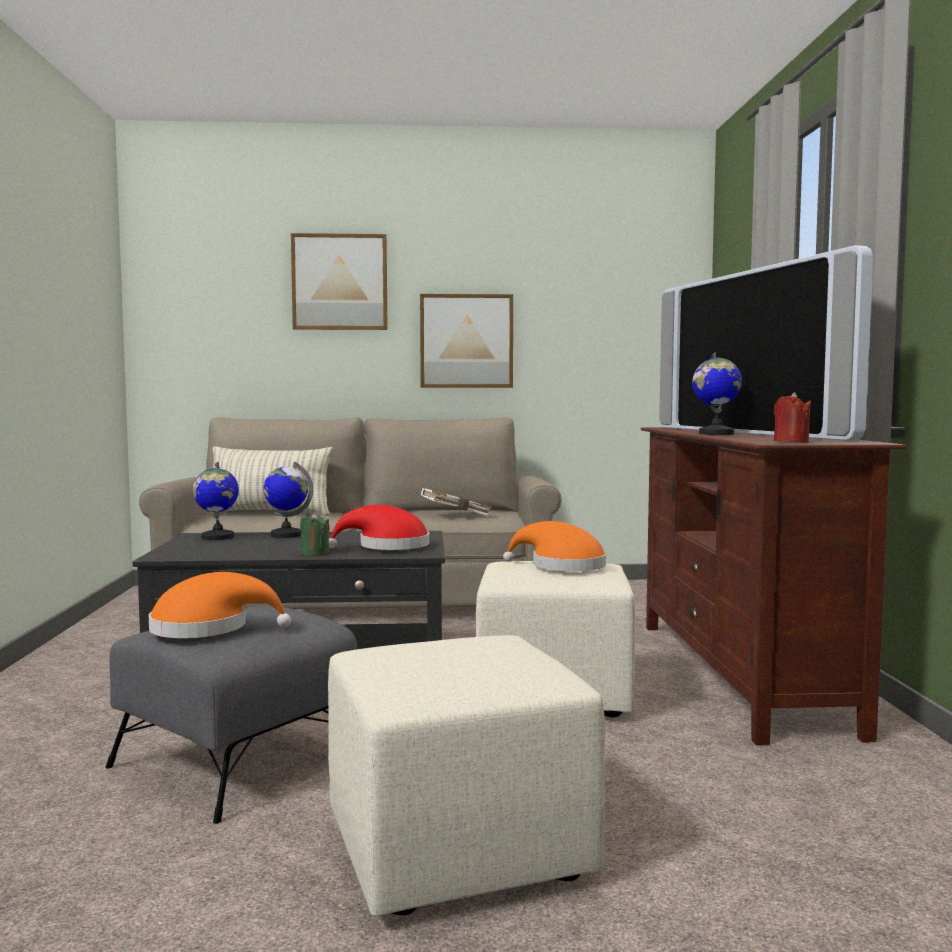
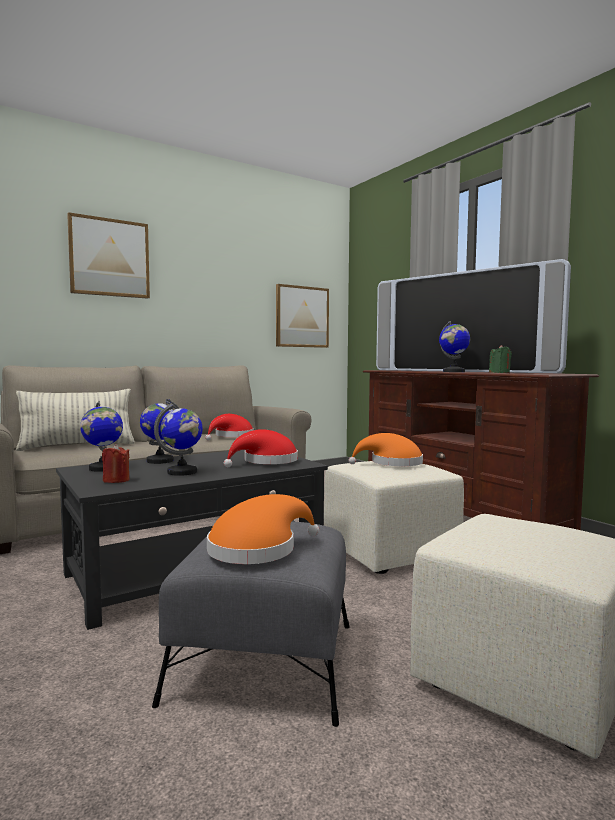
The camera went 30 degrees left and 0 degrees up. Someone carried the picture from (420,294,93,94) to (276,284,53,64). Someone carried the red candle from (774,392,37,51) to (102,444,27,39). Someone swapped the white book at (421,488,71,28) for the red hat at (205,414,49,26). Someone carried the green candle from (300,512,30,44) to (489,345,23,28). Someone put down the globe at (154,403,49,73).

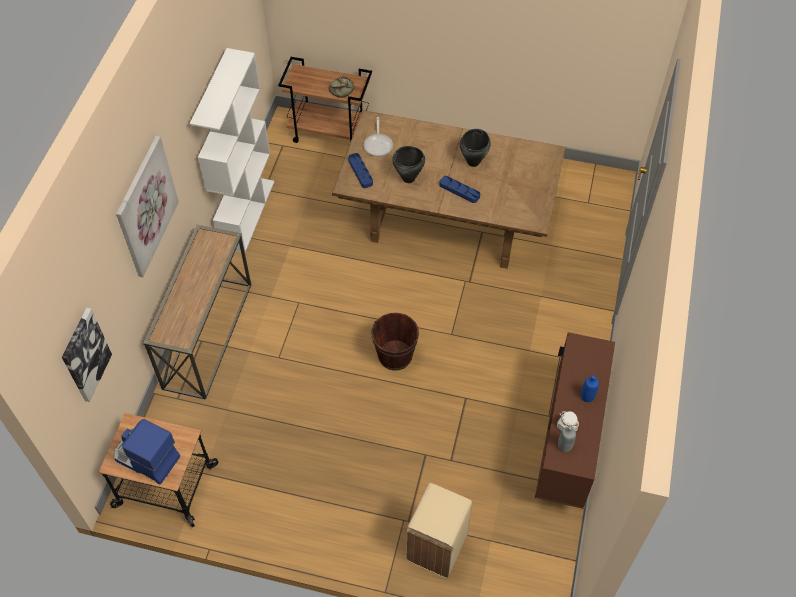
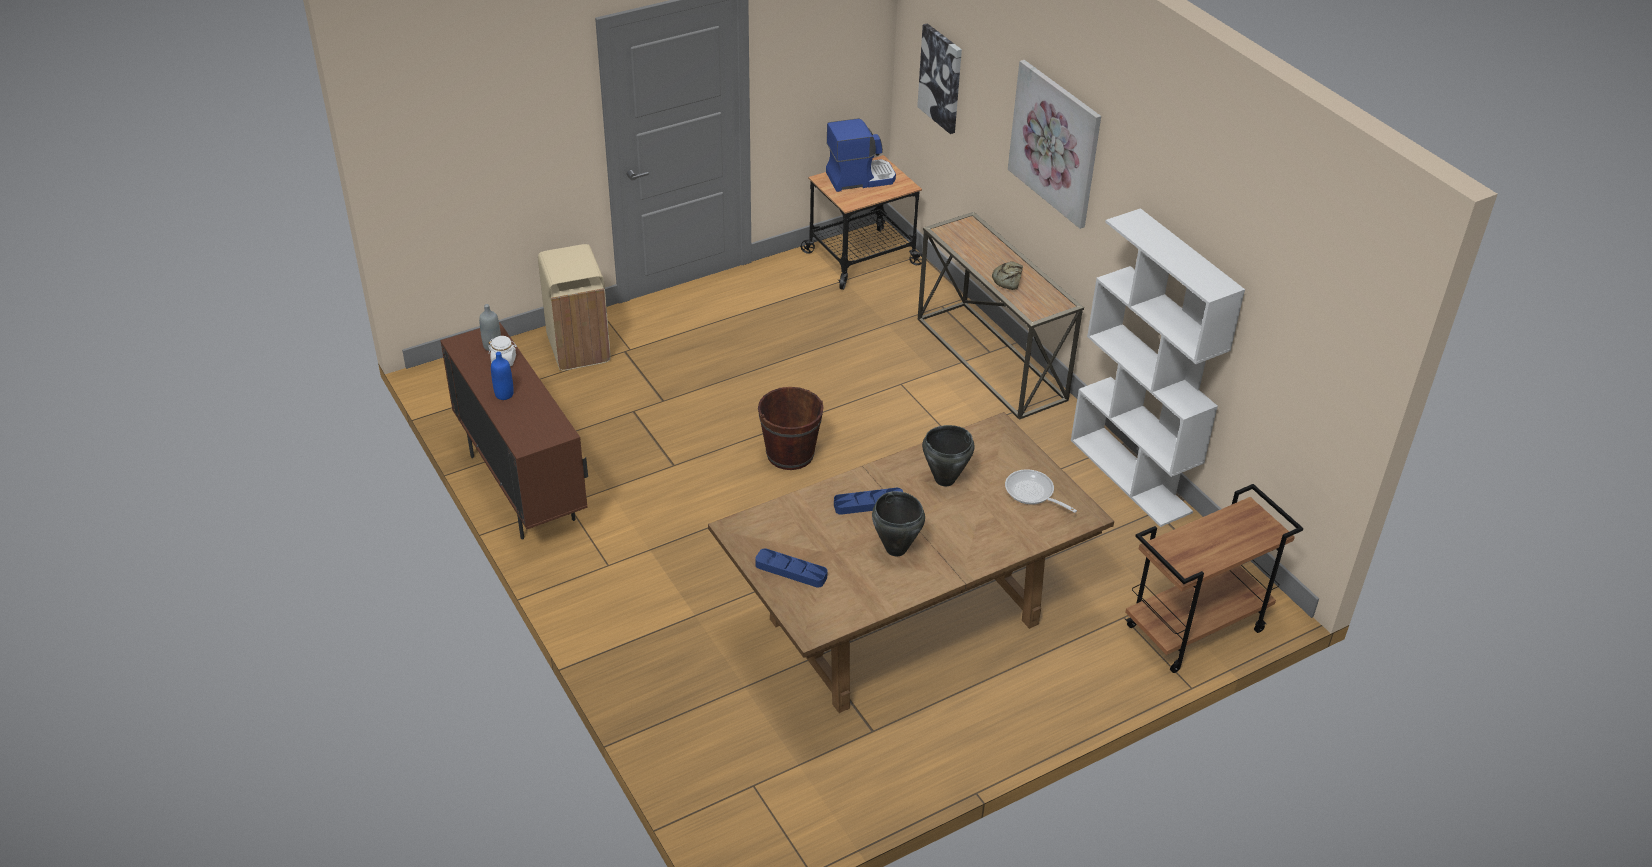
The camera went 135 degrees right and 15 degrees down. Someone carried the bread from (328,77,26,21) to (992,261,31,29). Someone carried the blue tray from (348,153,25,35) to (755,548,72,40).

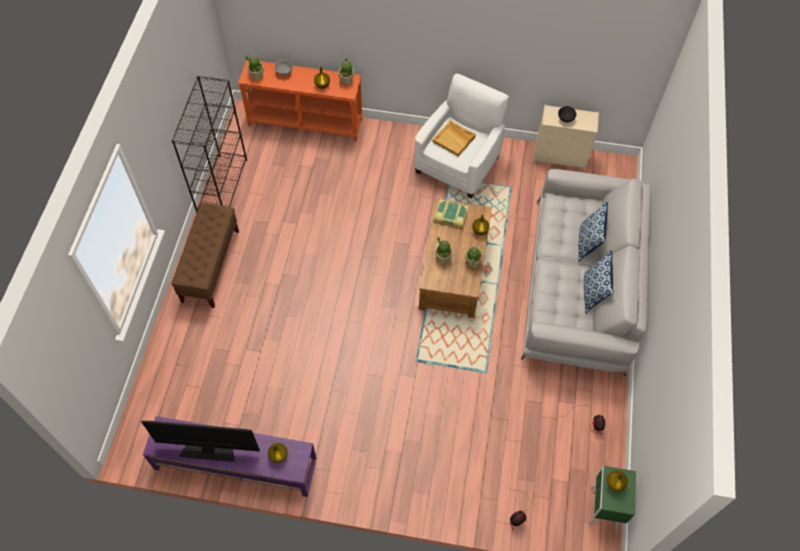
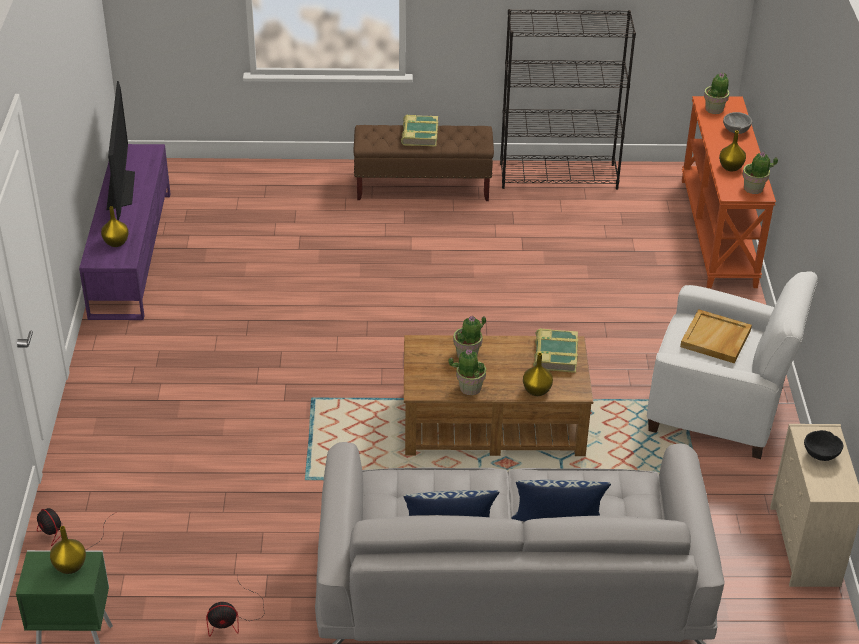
The camera went 80 degrees right and 20 degrees down. Someone put down the book at (401,115,37,32).

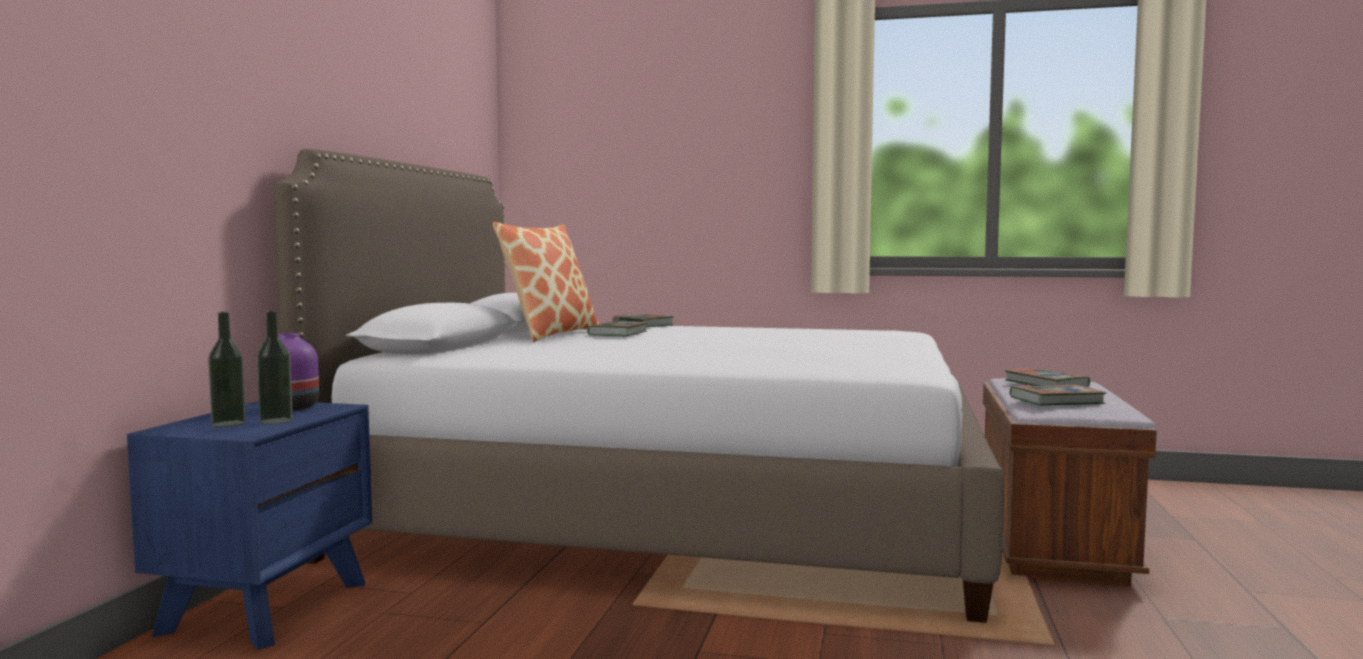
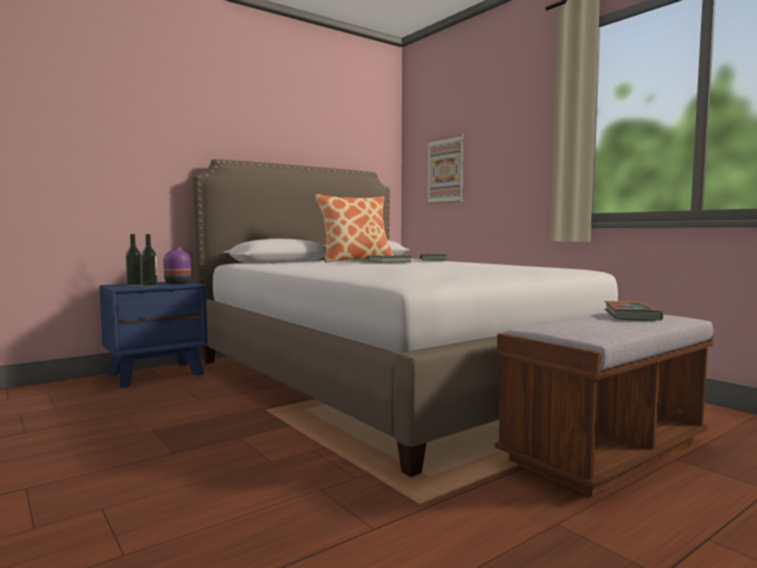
The camera went 40 degrees right and 0 degrees up. Someone took away the book at (1010,385,96,21). Someone put up the picture at (427,134,37,70).

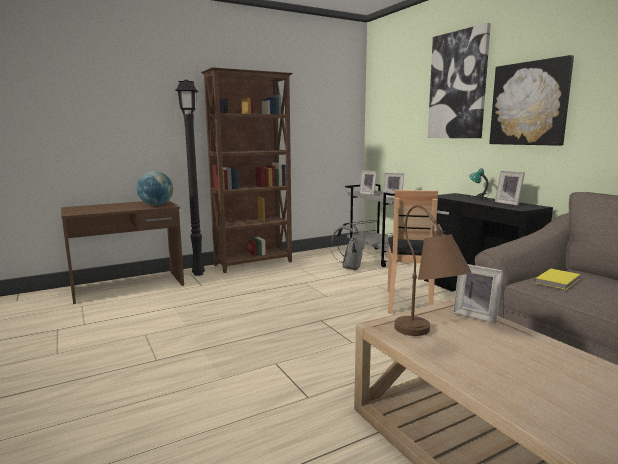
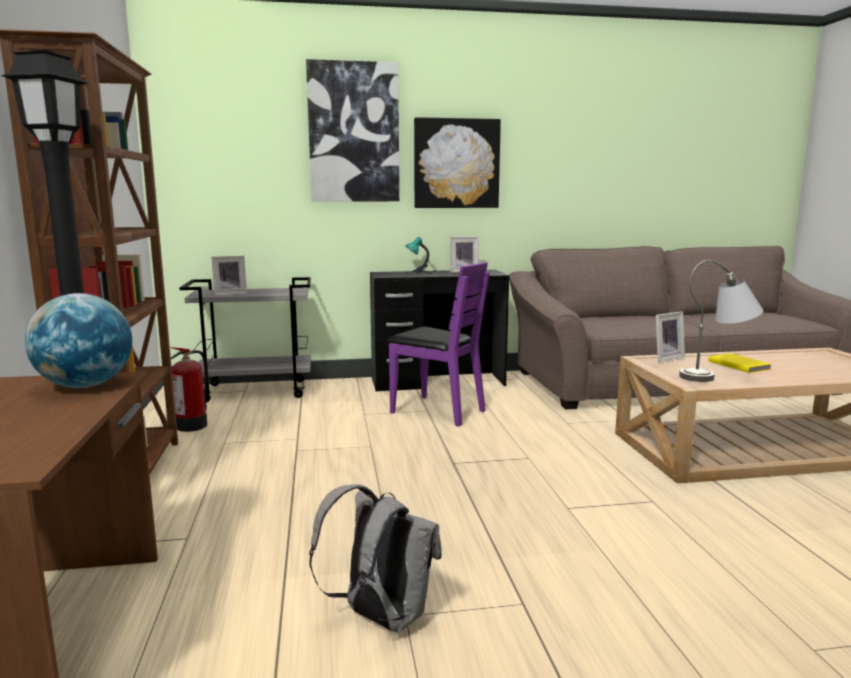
The camera went 70 degrees left and 0 degrees up. Someone took away the picture frame at (383,172,21,26). Someone repainted the brown chair at (388,190,50,123), which became the purple chair at (387,262,103,165). Someone repainted the brown table lamp at (395,205,77,131), which became the grey table lamp at (679,260,84,122). Someone carried the grey backpack from (330,223,35,47) to (309,484,133,148). Someone carried the yellow book from (534,269,47,21) to (708,353,63,20). Someone put down the fire extinguisher at (170,347,37,85).

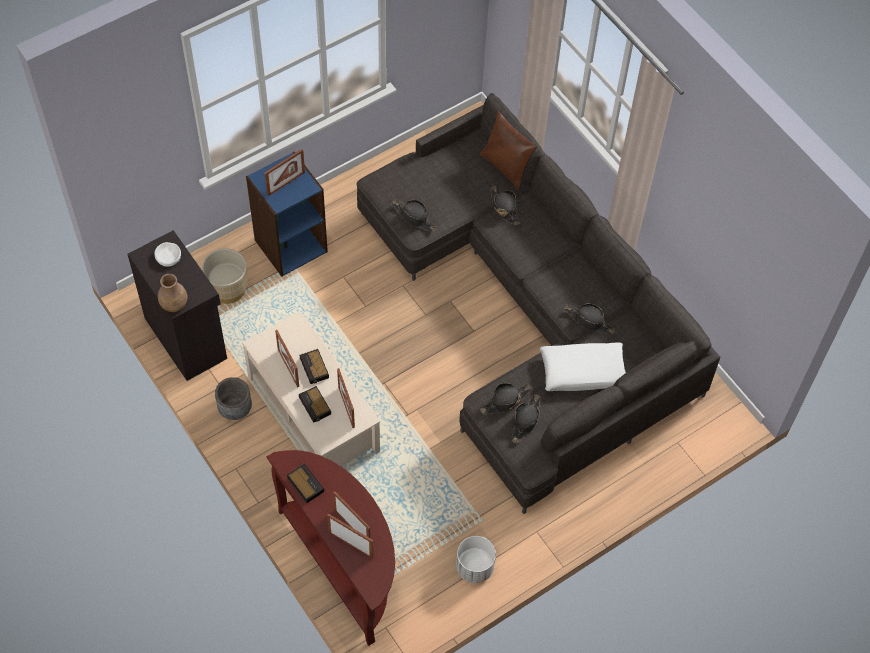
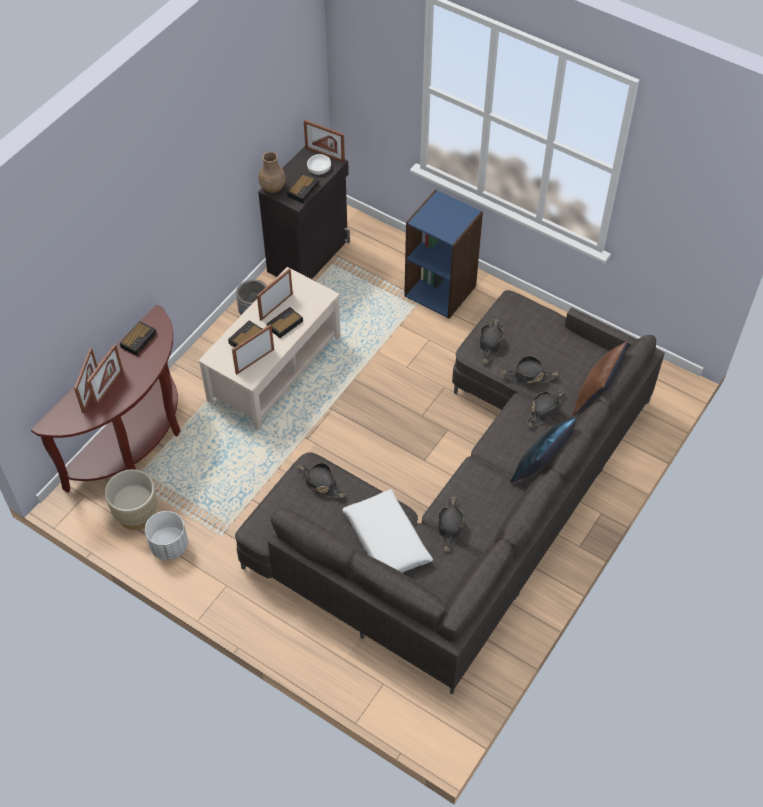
The camera went 70 degrees right and 5 degrees down. Someone carried the picture frame from (265,149,40,47) to (304,120,41,43). Someone carried the beige planter from (202,248,46,56) to (105,469,52,61). Someone carried the black hat from (512,394,29,49) to (501,356,57,28). Someone put down the alarm clock at (287,173,32,30). Someone put down the blue pillow at (510,418,67,65).

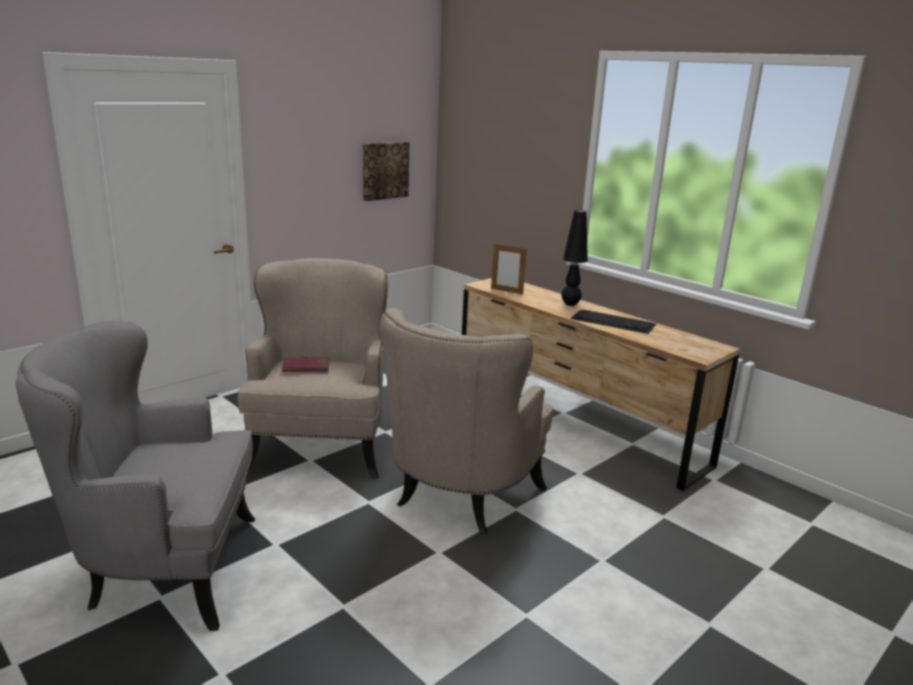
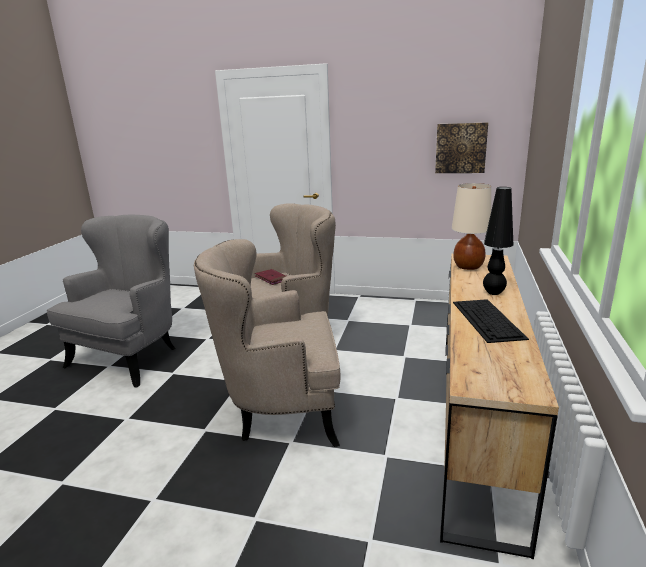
The camera went 60 degrees right and 0 degrees up. Someone swapped the picture frame at (491,244,36,51) for the beige table lamp at (452,183,39,87). Someone rotated the grey armchair at (16,321,239,310) by 60 degrees clockwise.

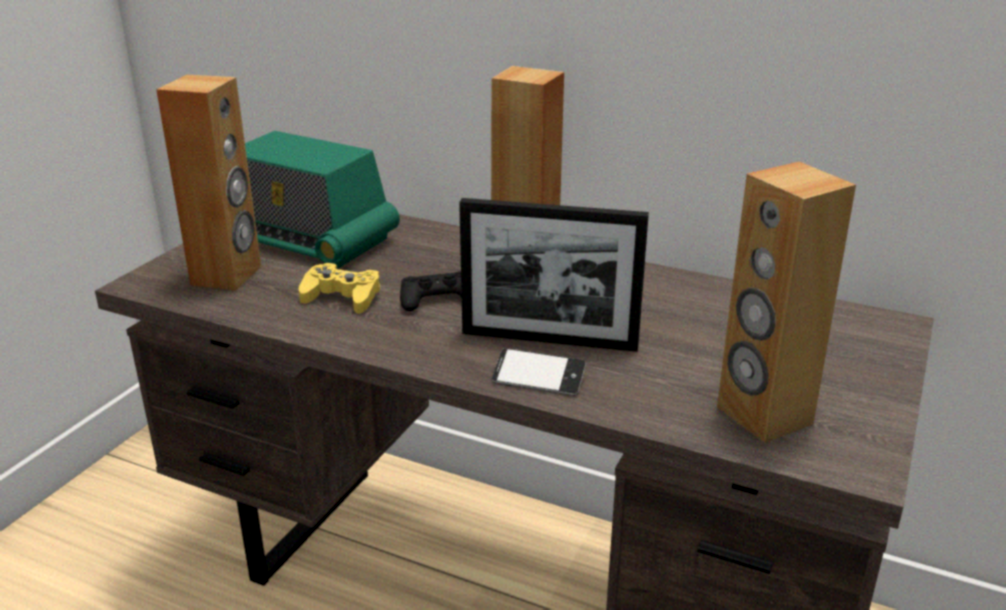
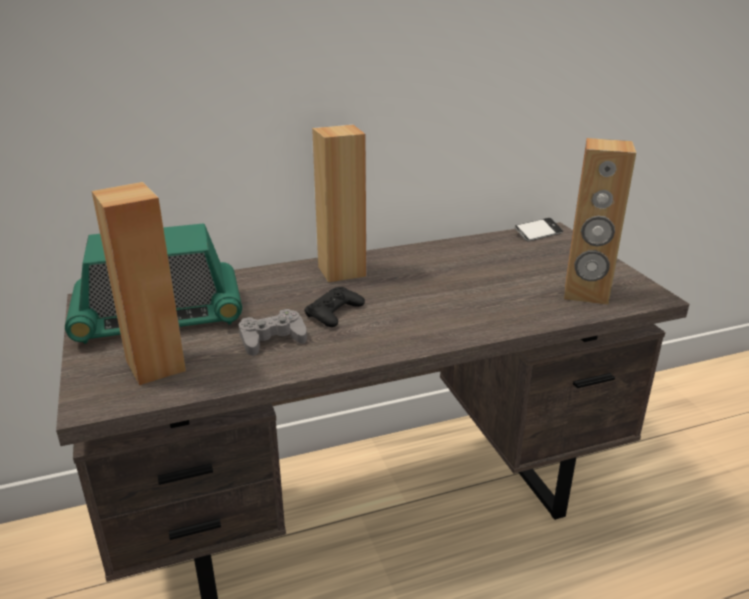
The camera went 45 degrees left and 0 degrees up. Someone took away the picture frame at (459,198,190,154). Someone repainted the yellow game controller at (299,263,81,51), which became the grey game controller at (239,309,68,47). Someone carried the phone from (492,348,94,48) to (514,218,49,23).

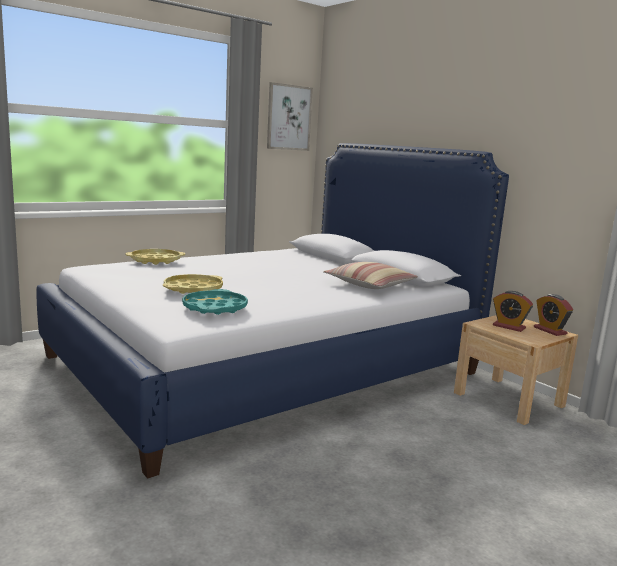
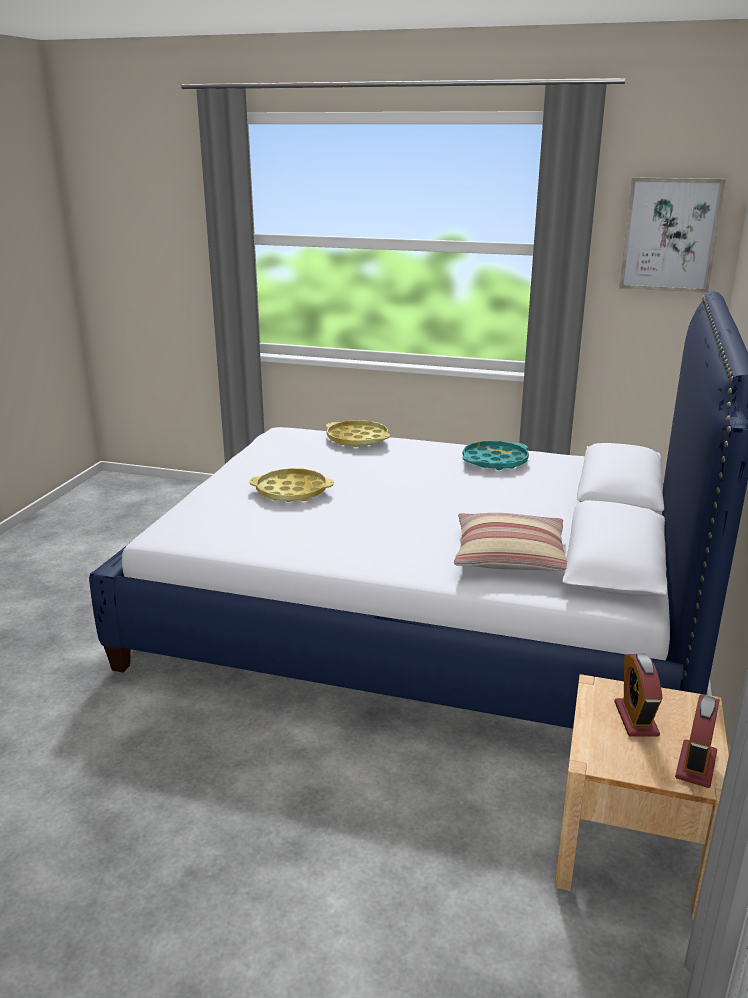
The camera went 55 degrees right and 10 degrees up. Someone carried the turquoise tray from (182,289,66,26) to (462,441,67,29).

